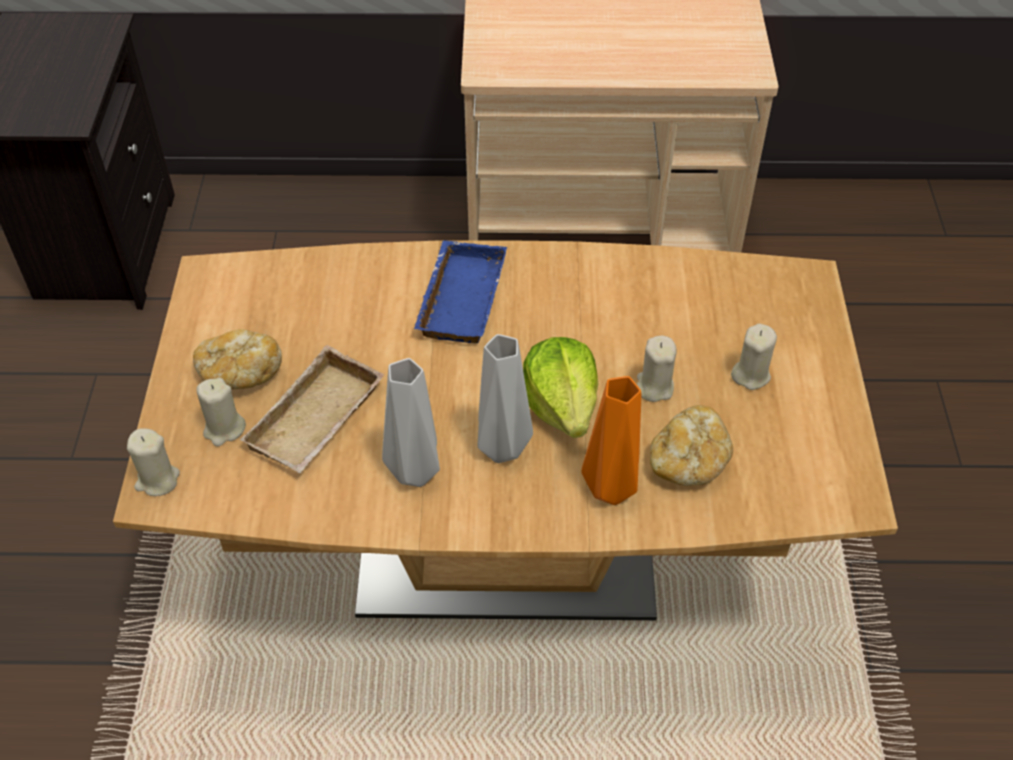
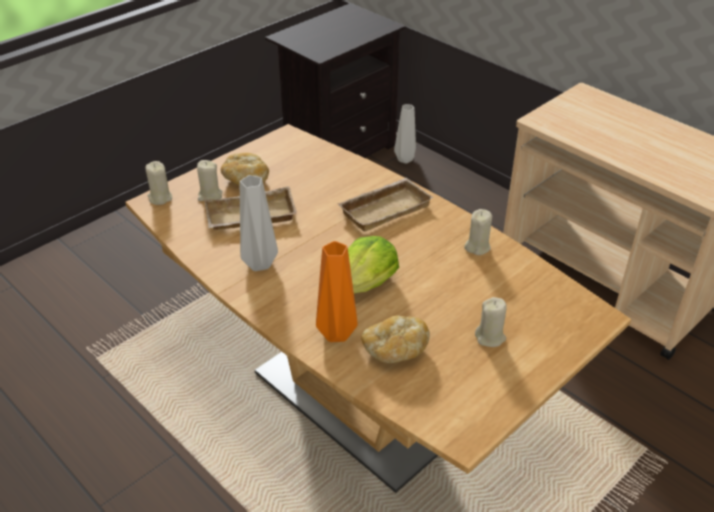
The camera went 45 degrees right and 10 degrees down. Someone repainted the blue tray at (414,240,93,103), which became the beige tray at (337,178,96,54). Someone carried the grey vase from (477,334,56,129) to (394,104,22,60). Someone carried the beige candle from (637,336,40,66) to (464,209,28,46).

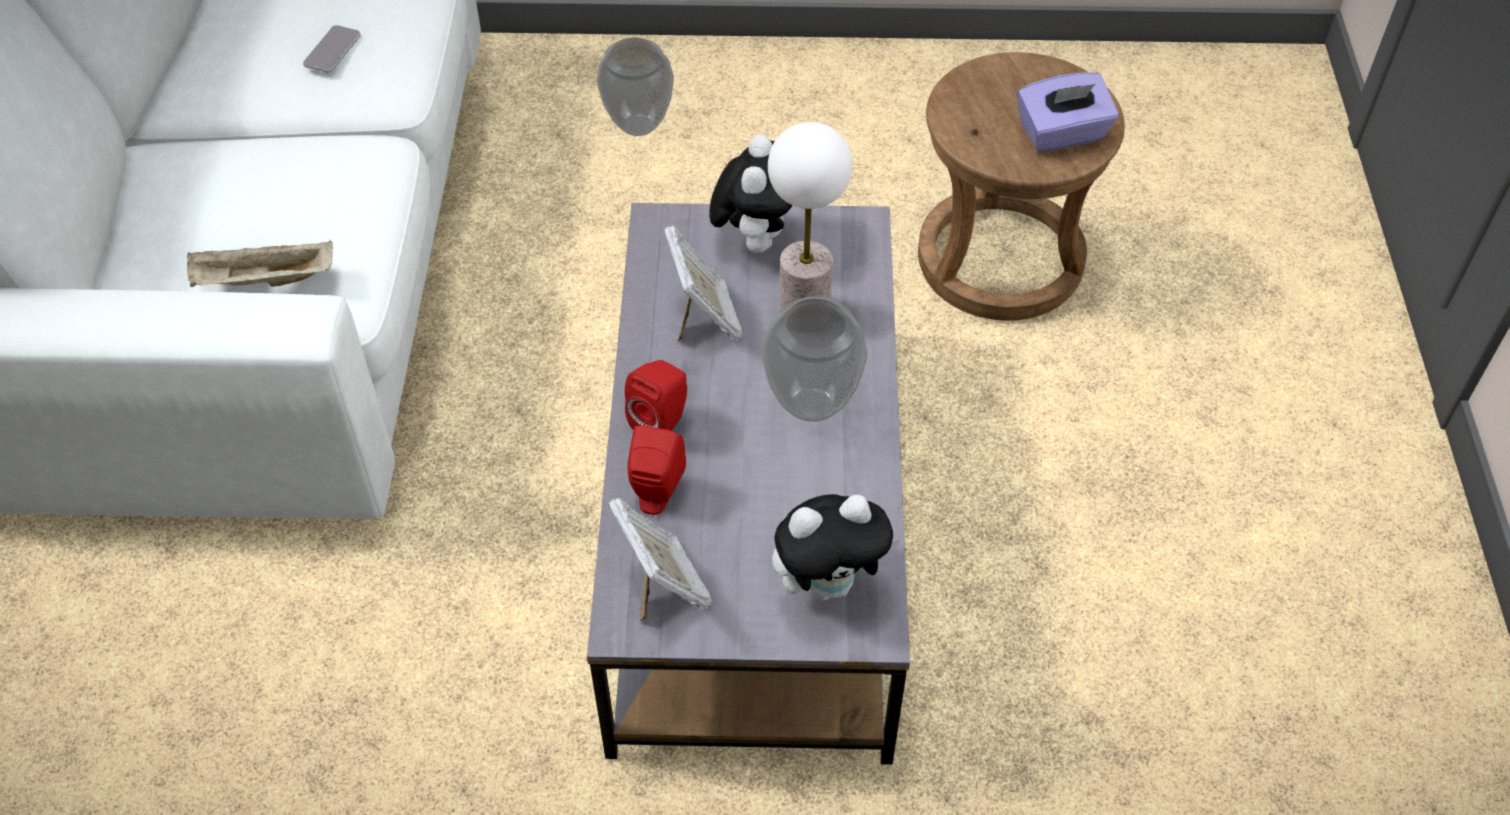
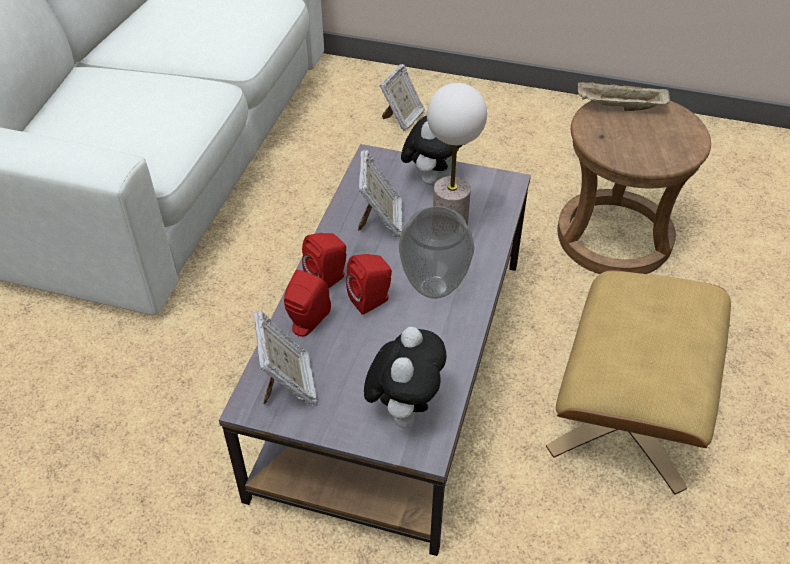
The camera went 15 degrees right and 5 degrees down. Someone took away the phone at (303,25,58,48). Someone swapped the vase at (597,38,77,98) for the picture frame at (379,64,46,67). Someone took away the purple tissue box at (1017,72,102,80). Someone carried the beige tray from (187,241,146,46) to (578,82,92,29). Someone rotated the plush toy at (772,494,128,107) by 75 degrees counterclockwise. Someone put down the red speaker at (346,254,46,61). Someone put down the beige ottoman at (546,270,185,225).

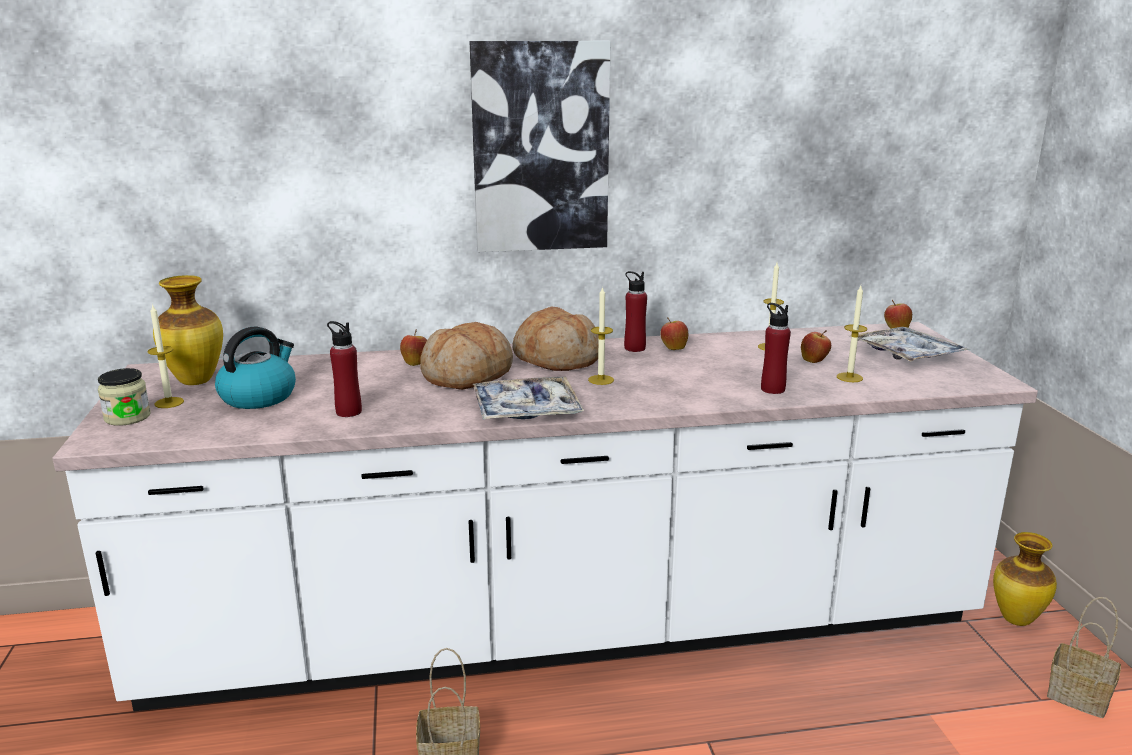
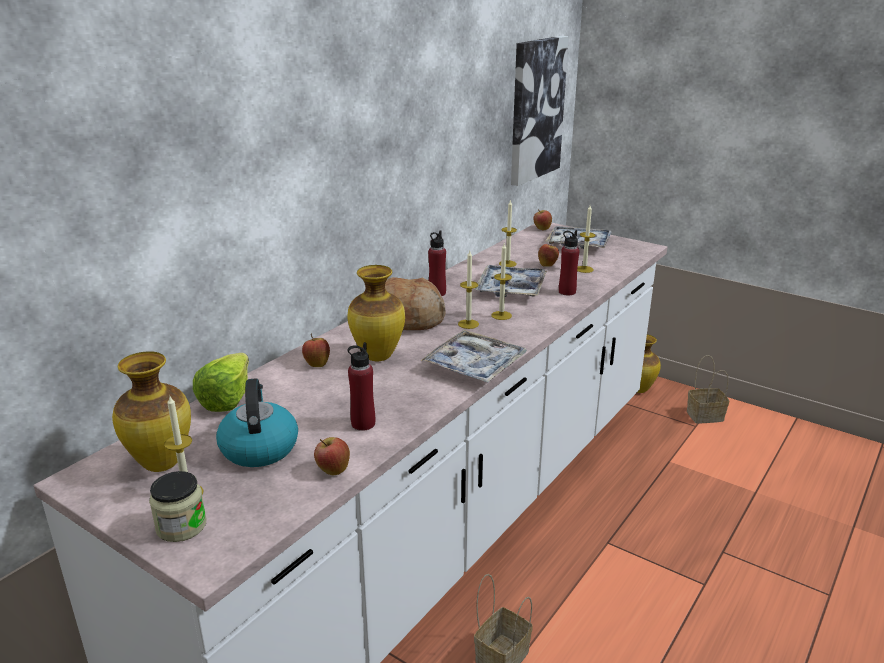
The camera went 45 degrees left and 5 degrees up. Someone carried the picture from (470,41,141,211) to (511,36,58,150). Someone carried the apple from (660,317,28,33) to (314,437,36,38). Someone swapped the bread at (420,322,93,68) for the vase at (348,265,57,96). Someone put down the candle at (491,244,21,76). Someone put down the tray at (475,265,72,32). Someone put down the lettuce at (193,353,56,59).

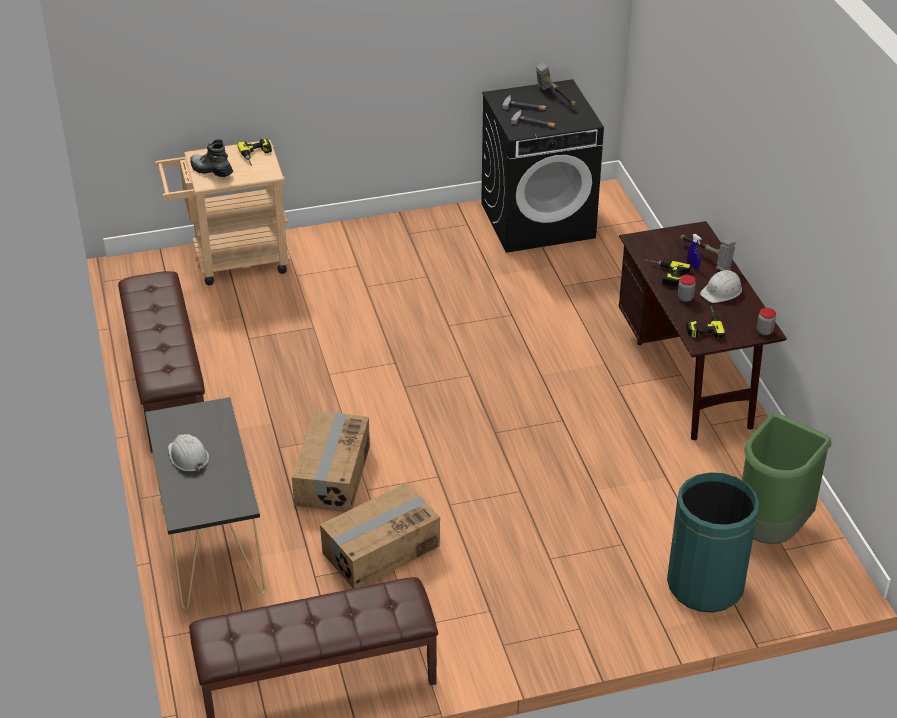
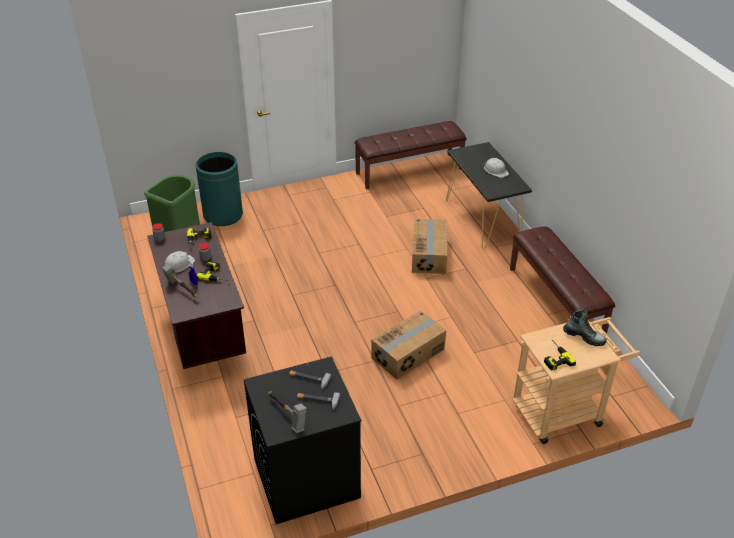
The camera went 175 degrees right and 0 degrees up. Someone carried the cardboard box from (320,483,120,106) to (371,310,75,70).

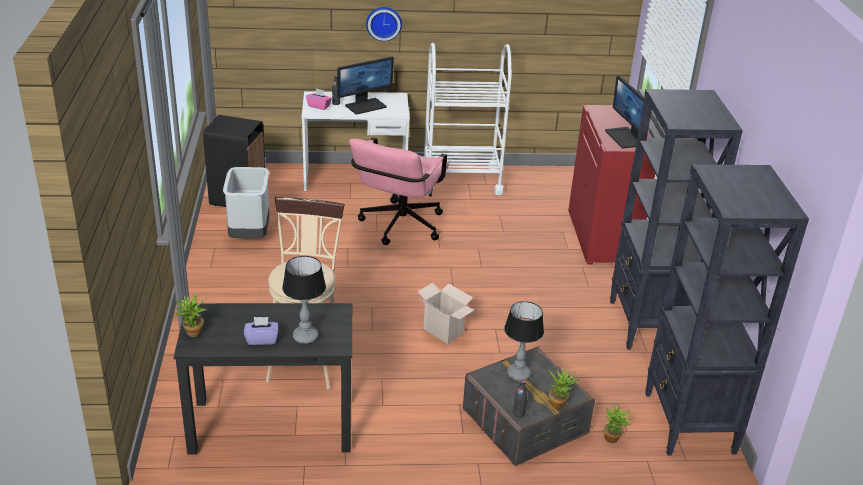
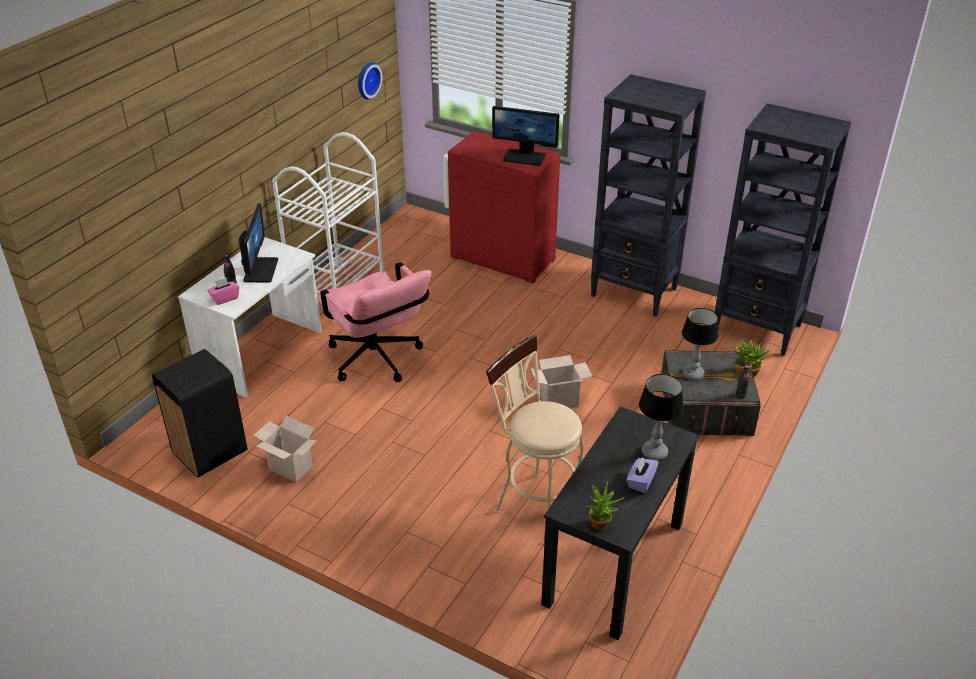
The camera went 55 degrees left and 5 degrees up. Someone carried the wall clock from (366,7,36,34) to (358,62,25,38). Someone swapped the grey trash can at (223,167,46,72) for the cardboard box at (254,416,63,66).

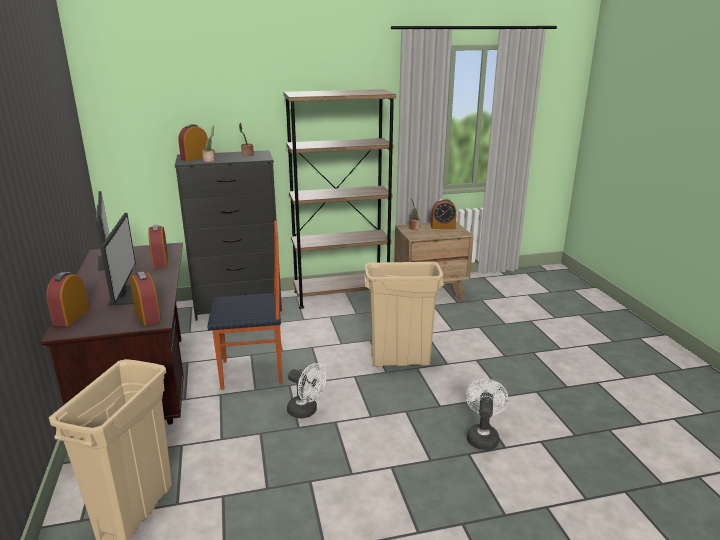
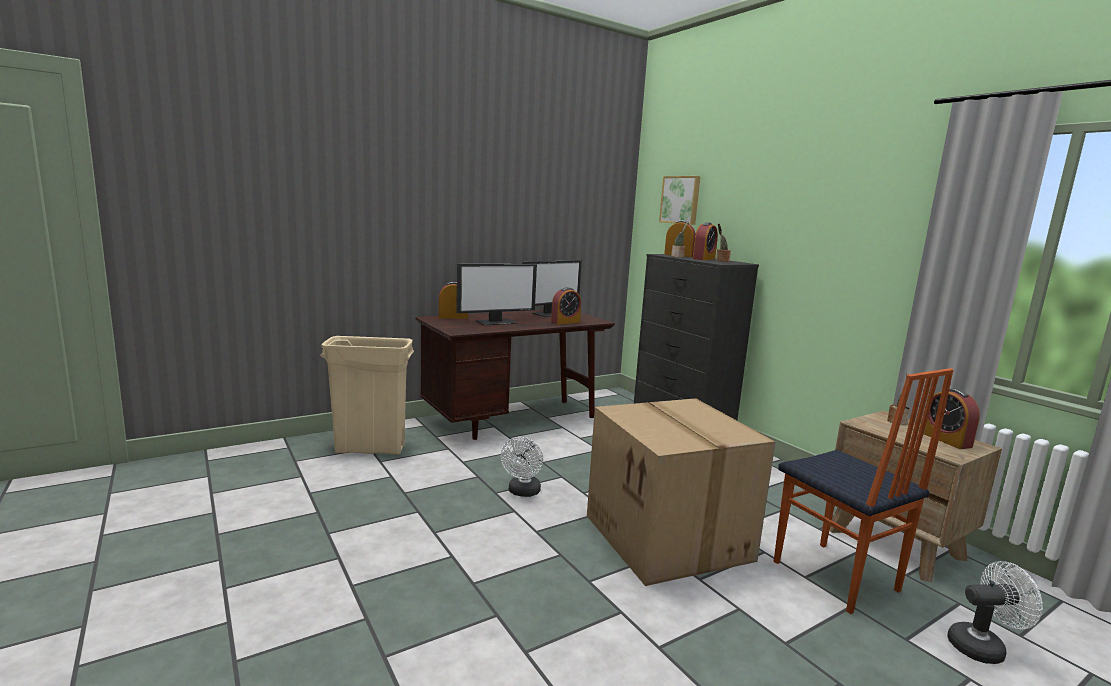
The camera went 70 degrees right and 10 degrees down. Someone took away the brown bookcase at (283,89,113,220). Someone carried the chair from (207,221,76,169) to (774,368,179,246). Someone swapped the beige trash can at (364,262,80,105) for the cardboard box at (587,398,189,188). Someone carried the alarm clock from (130,271,31,54) to (693,222,25,38). Someone carried the white fan from (466,379,42,71) to (947,561,96,103). Someone put up the picture at (659,176,42,49).

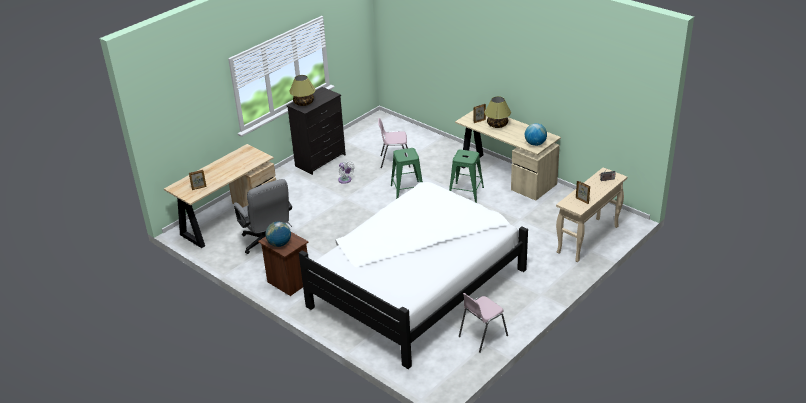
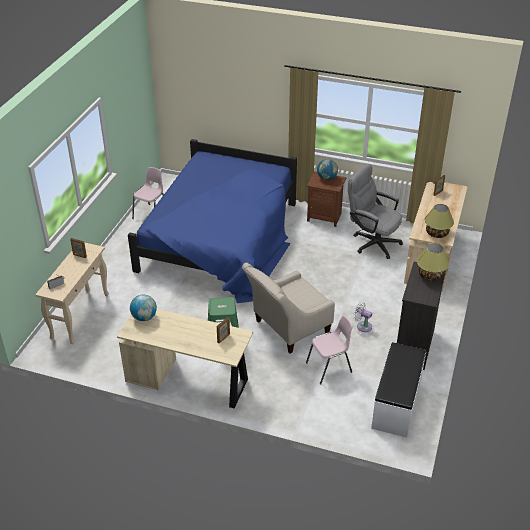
The camera went 155 degrees right and 5 degrees up. Someone carried the table lamp from (484,96,27,32) to (425,204,29,34). Someone swapped the green stool at (391,148,32,51) for the beige armchair at (242,263,93,90). Someone repainted the white bed at (299,182,229,187), which became the blue bed at (128,139,169,164). Someone put down the white bench at (371,342,55,96).

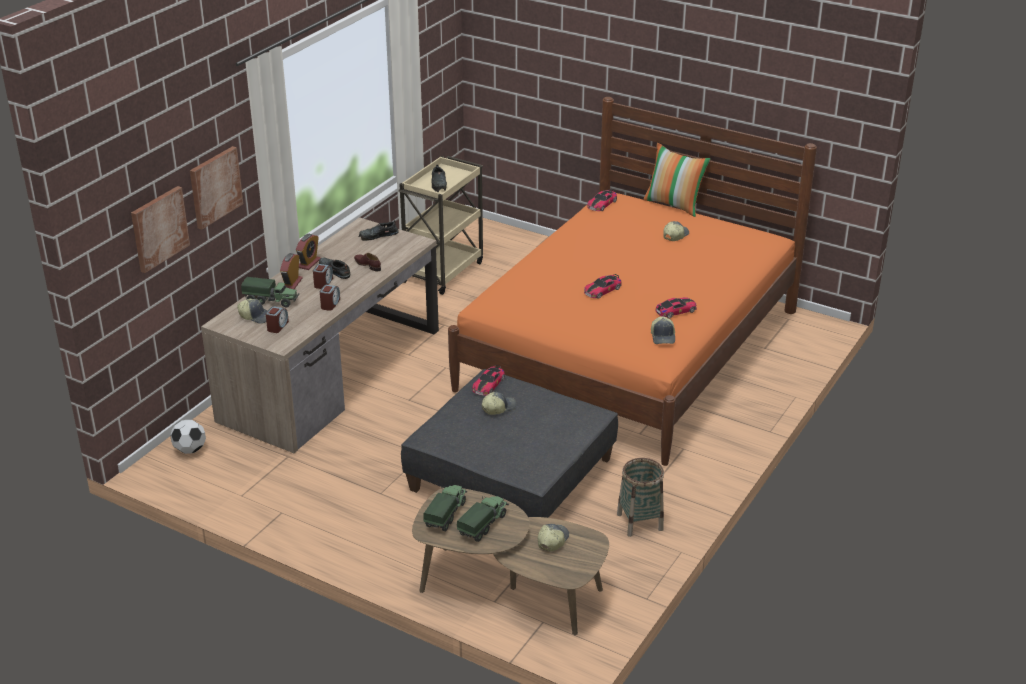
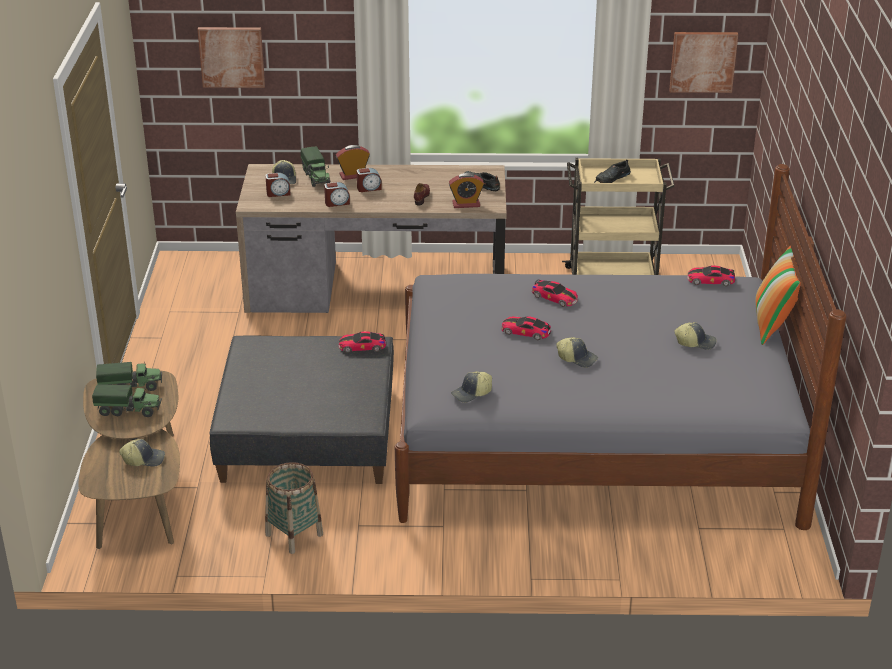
The camera went 60 degrees right and 0 degrees up. Someone repainted the orange bed at (448,97,369,369), which became the grey bed at (395,164,452,366). Someone carried the picture from (190,146,53,84) to (669,32,69,61). Someone carried the alarm clock from (296,234,25,36) to (449,173,35,35). Someone took away the black shoe at (319,257,31,22). Someone carried the toy car from (655,297,42,22) to (532,280,46,27). Someone carried the cap from (482,392,34,23) to (556,337,42,31). Someone took away the football at (170,420,36,34).

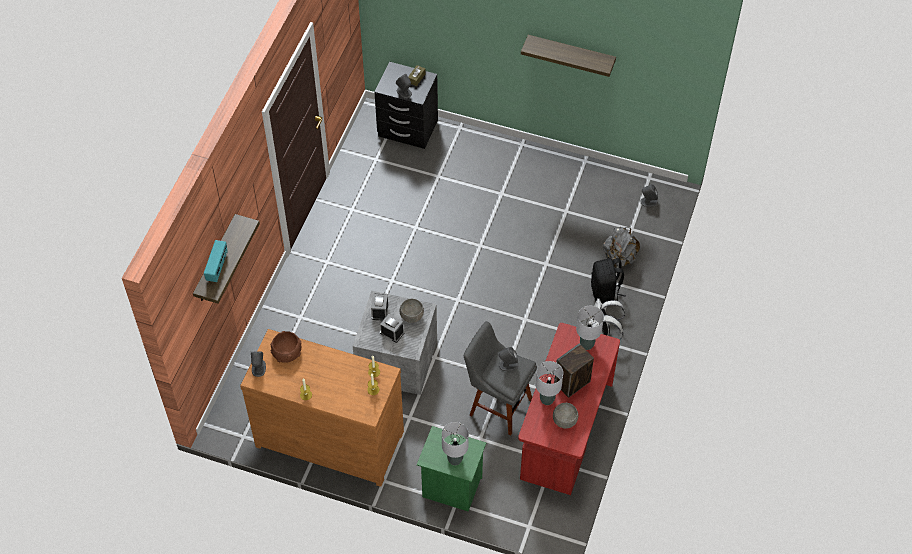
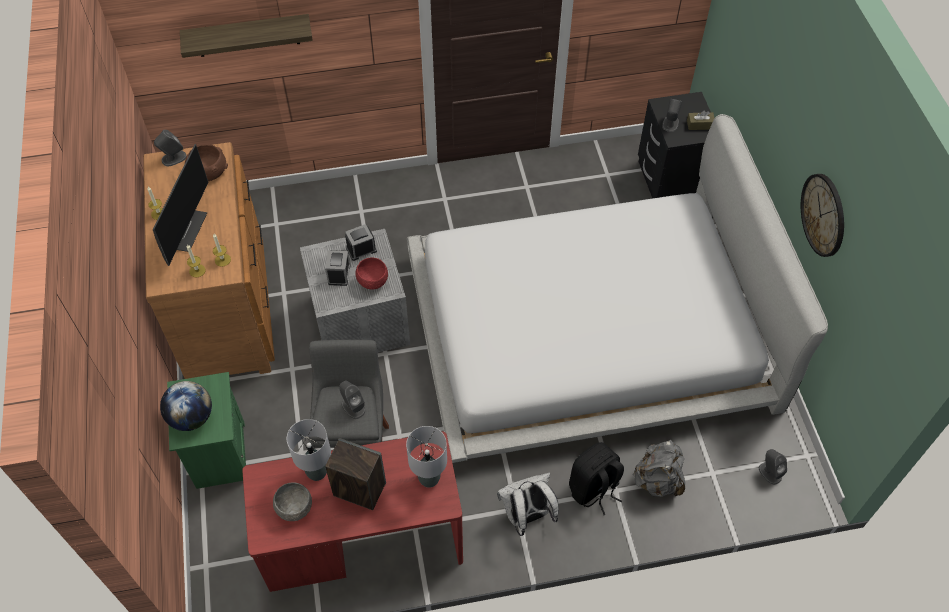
The camera went 60 degrees right and 0 degrees up. Someone swapped the shelf at (521,35,95,42) for the wall clock at (801,174,43,83). Someone took away the radio at (204,240,24,42). Someone repainted the grey bowl at (400,299,24,24), which became the red bowl at (355,257,33,33). Someone swapped the grey table lamp at (442,422,27,43) for the globe at (160,381,52,50). Someone put down the white bed at (407,114,421,349). Someone put down the monitor at (153,144,55,122).

